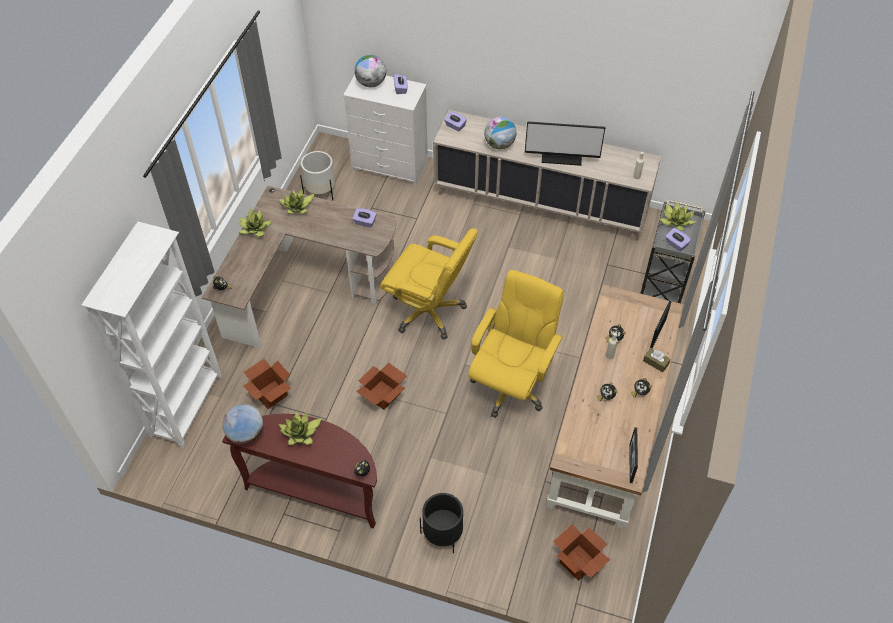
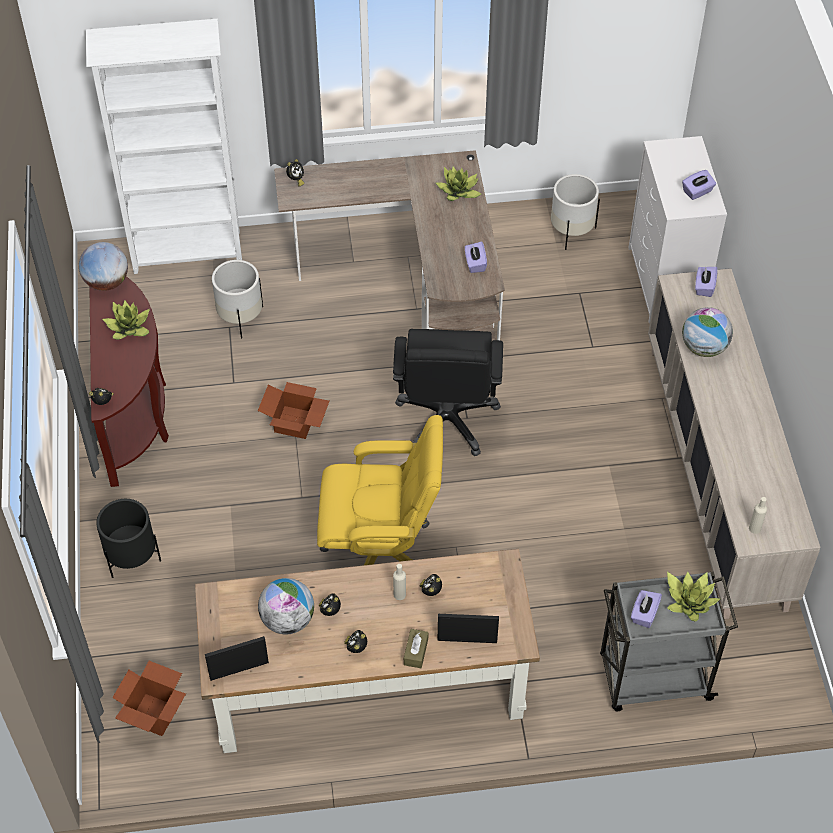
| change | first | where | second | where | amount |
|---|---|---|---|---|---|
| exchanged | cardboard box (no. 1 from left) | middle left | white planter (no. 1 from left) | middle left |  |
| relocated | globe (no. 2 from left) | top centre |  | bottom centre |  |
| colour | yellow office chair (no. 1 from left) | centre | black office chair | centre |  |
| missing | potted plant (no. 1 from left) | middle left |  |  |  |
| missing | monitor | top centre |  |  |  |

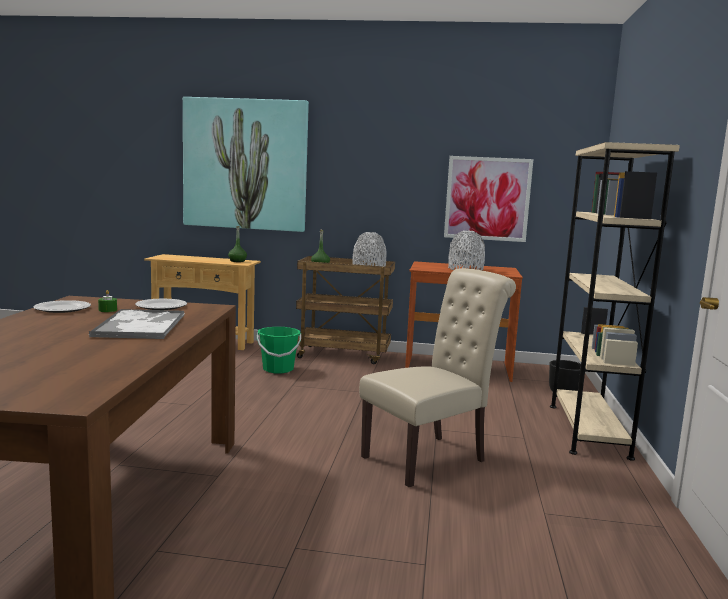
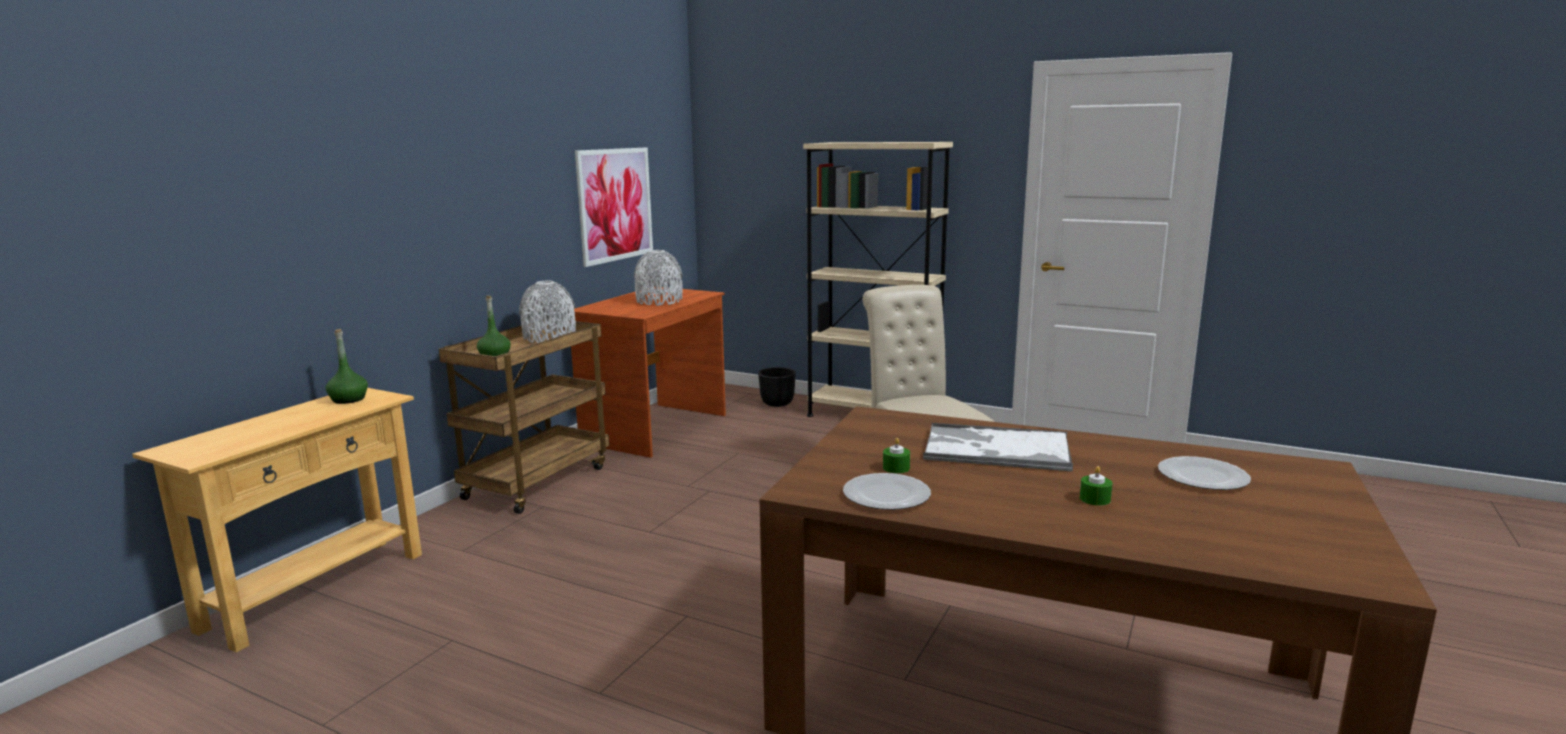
| change | first | where | second | where | amount |
|---|---|---|---|---|---|
| appeared |  |  | green candle (no. 2 from left) | middle right |  |
| relocated | plate (no. 2 from left) | middle left |  | middle right |  |
| missing | picture (no. 1 from left) | top centre |  |  |  |
| missing | green bucket | centre |  |  |  |

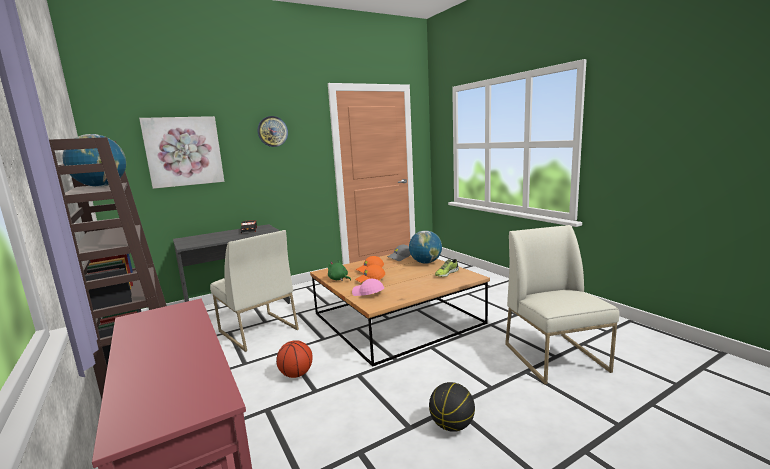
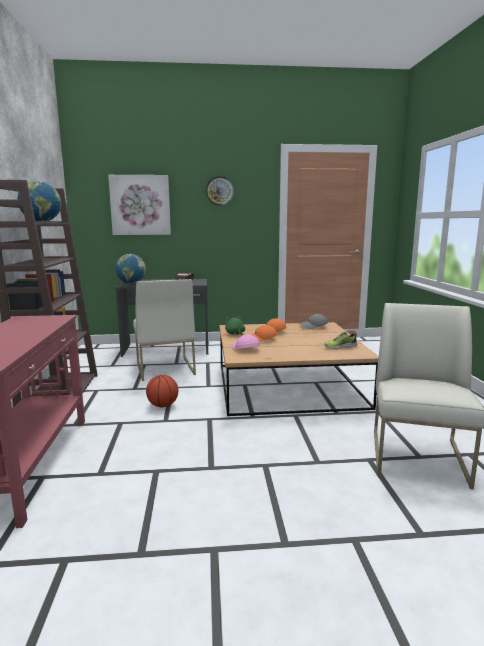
| change | first | where | second | where | amount |
|---|---|---|---|---|---|
| relocated | globe (no. 2 from left) | centre |  | middle left |  |
| missing | basketball (no. 2 from left) | bottom centre |  |  |  |

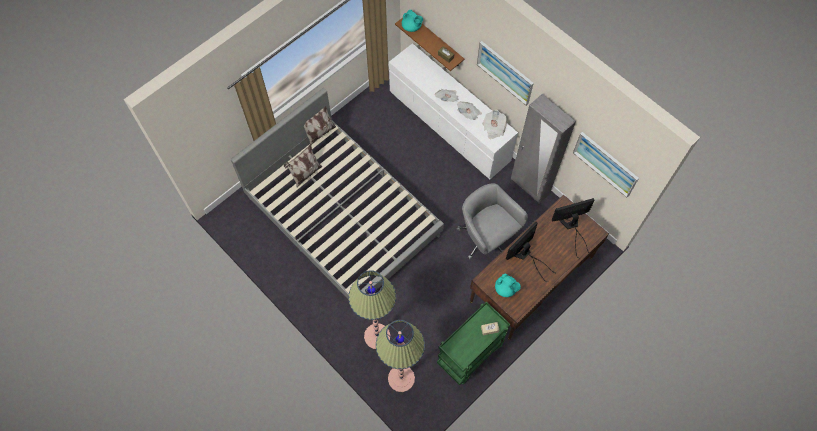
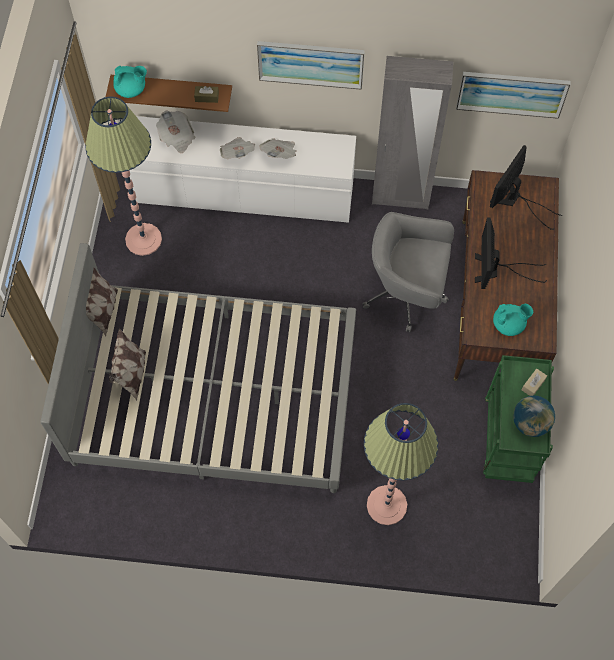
| change | first | where | second | where | amount |
|---|---|---|---|---|---|
| relocated | floor lamp (no. 2 from left in the first image) | bottom centre | floor lamp (no. 1 from left) | top left |  |
| relocated | newspaper (no. 3 from left in the first image) | top centre | newspaper (no. 1 from left) | top left |  |
| appeared |  |  | globe | middle right |  |

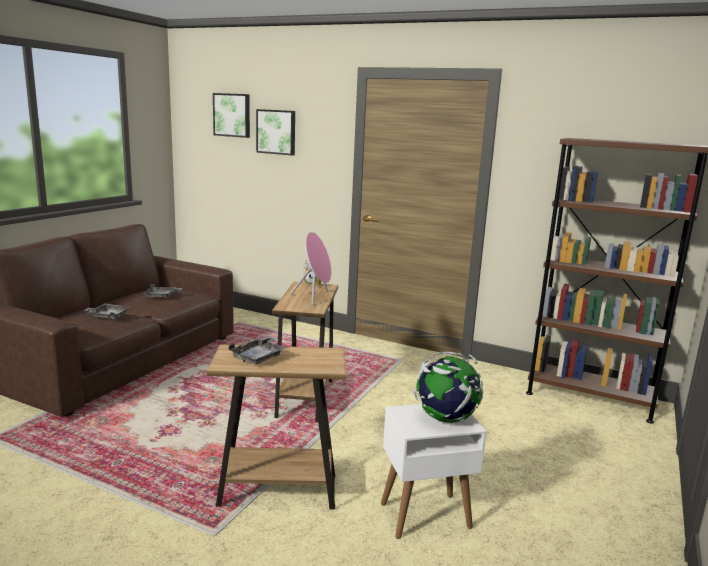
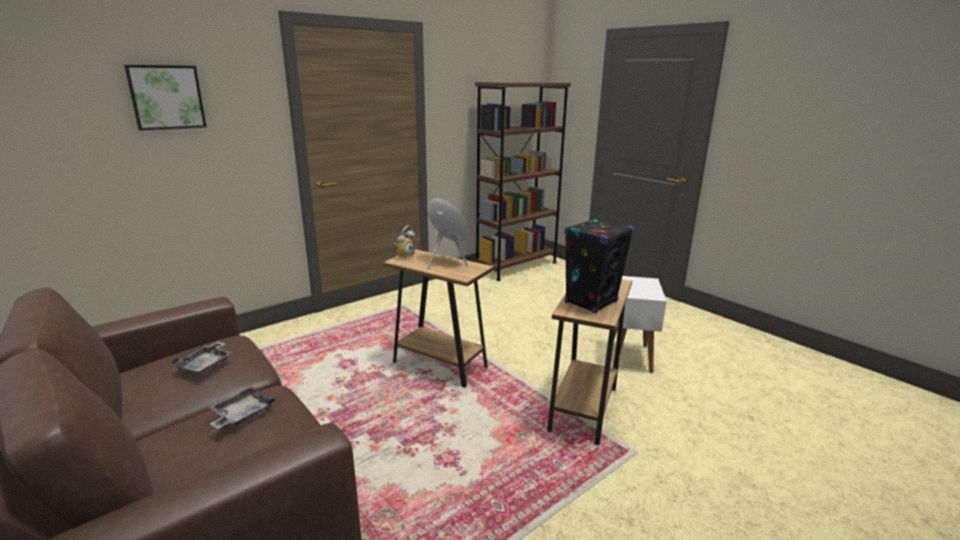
| change | first | where | second | where | amount |
|---|---|---|---|---|---|
| exchanged | grey tray (no. 3 from left) | centre | black speaker | centre |  |
| missing | picture (no. 1 from left) | top left |  |  |  |
| missing | globe | bottom centre |  |  |  |

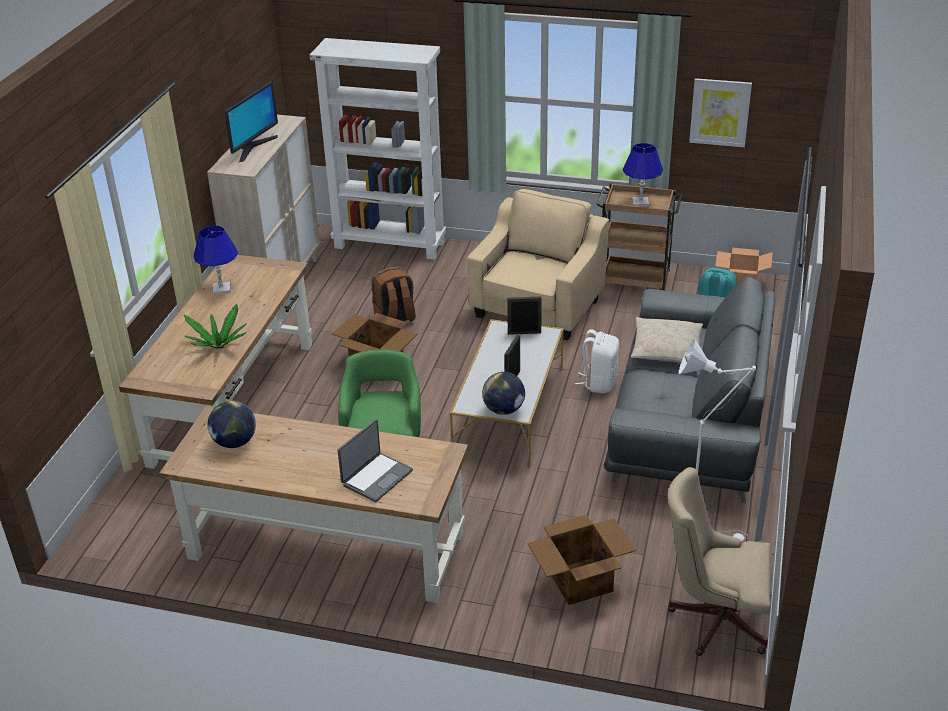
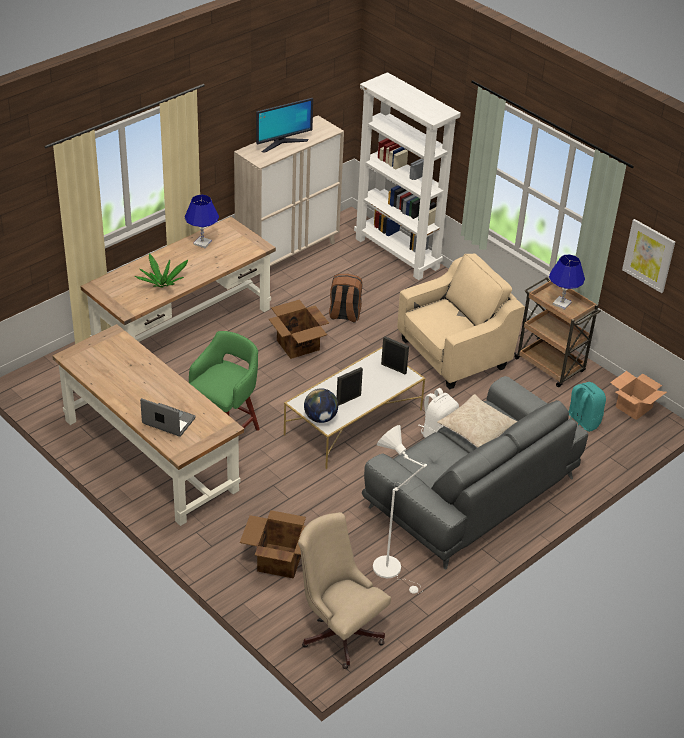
| change | first | where | second | where | amount |
|---|---|---|---|---|---|
| spun | laptop | centre |  | middle left | 135 degrees counterclockwise |
| missing | globe (no. 1 from left) | middle left |  |  |  |

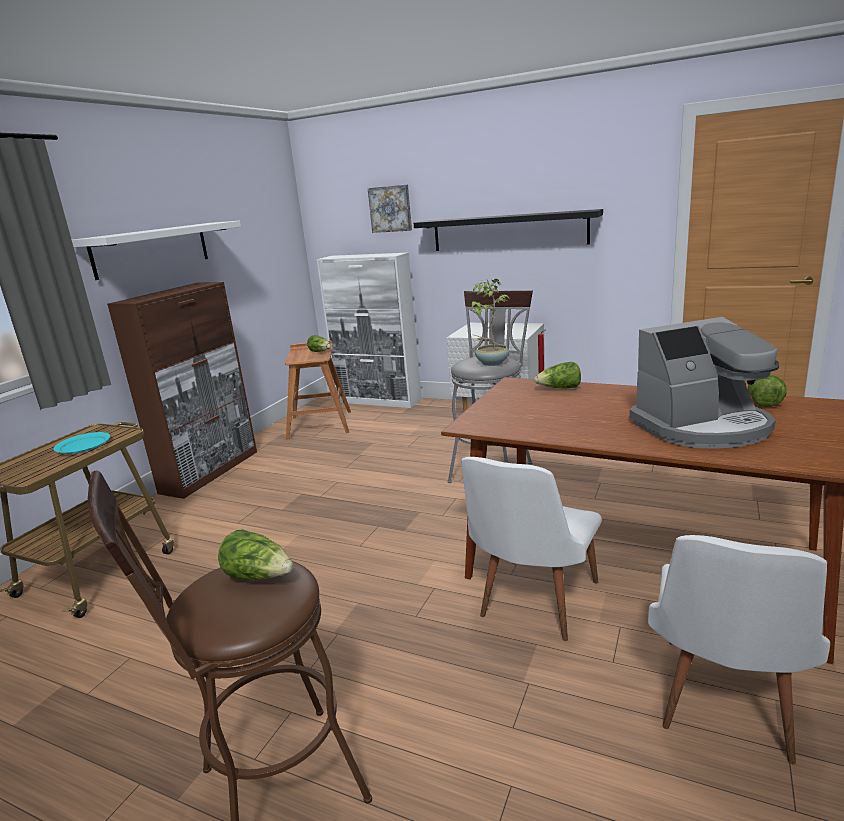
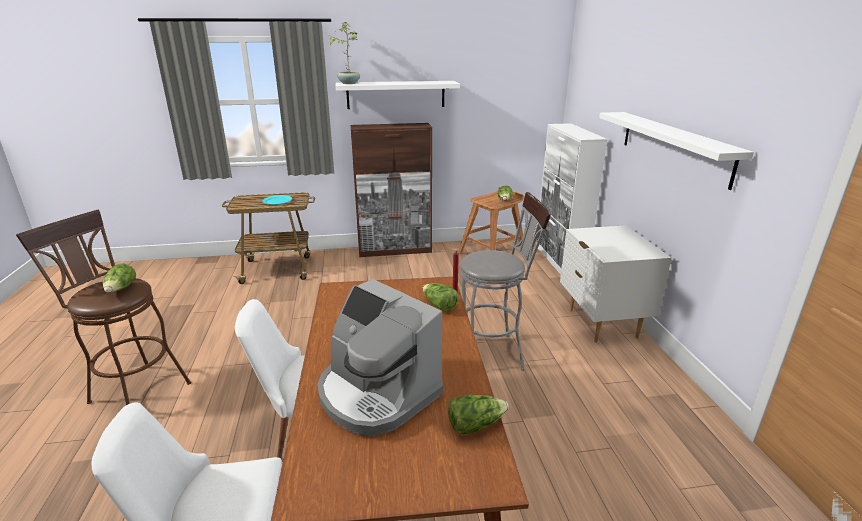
| change | first | where | second | where | amount |
|---|---|---|---|---|---|
| relocated | potted plant | centre |  | top centre |  |
| colour | black shelf | top centre | white shelf (no. 2 from left) | top right |  |
| missing | picture | top centre |  |  |  |

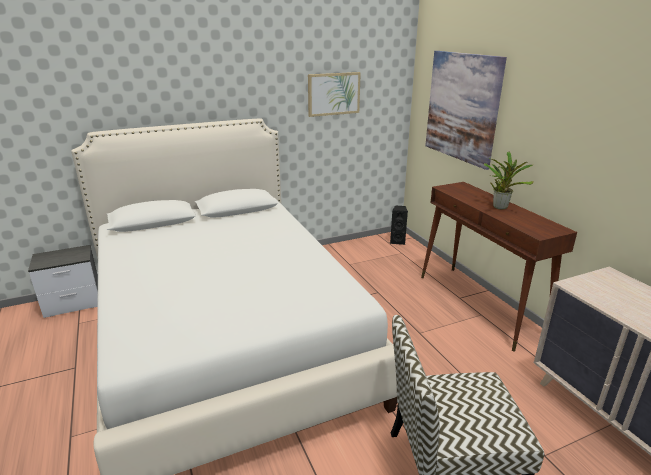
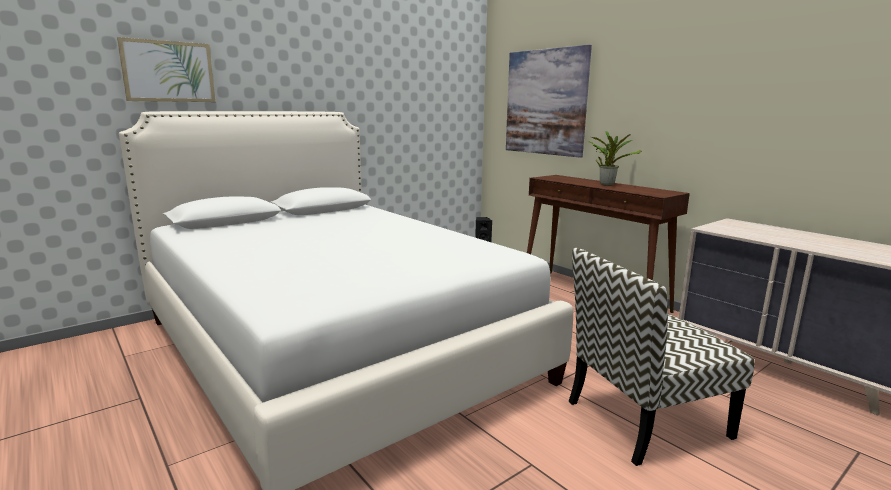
| change | first | where | second | where | amount |
|---|---|---|---|---|---|
| relocated | picture (no. 1 from left) | top centre |  | top left |  |
| missing | nightstand | middle left |  |  |  |

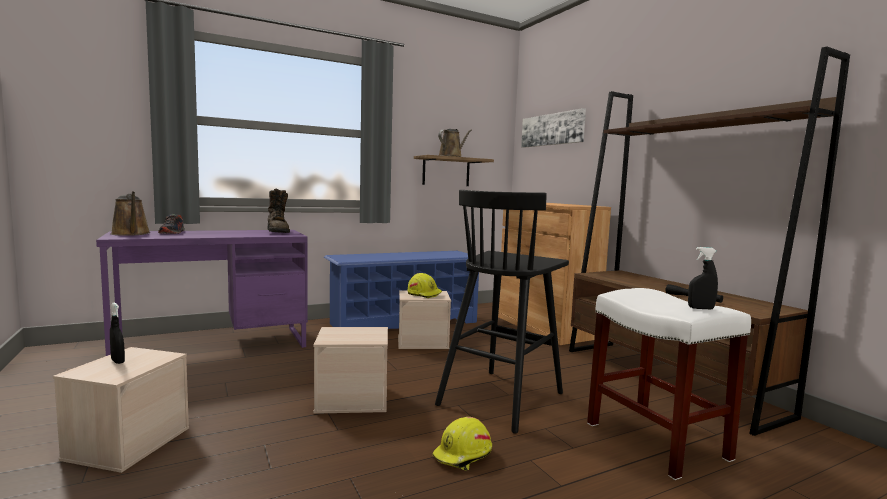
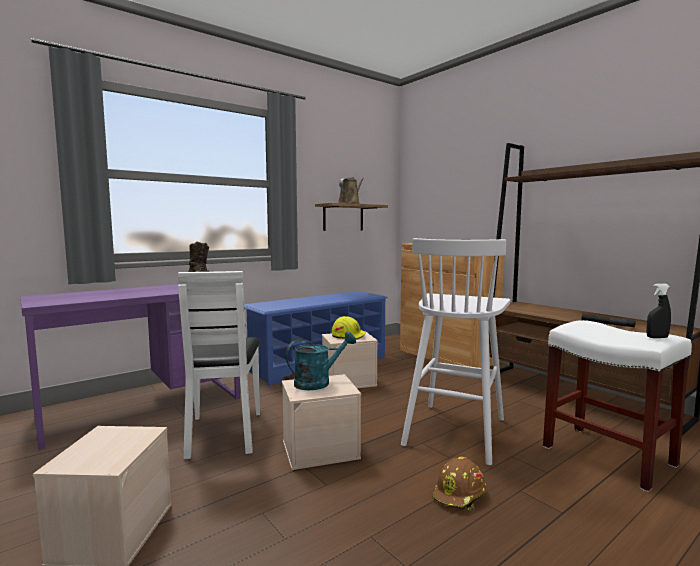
| change | first | where | second | where | amount |
|---|---|---|---|---|---|
| appeared |  |  | white chair | middle left |  |
| appeared |  |  | turquoise watering can | centre |  |
| colour | black stool | centre | white stool (no. 1 from left) | centre |  |
| colour | yellow hard hat (no. 2 from left) | bottom centre | brown hard hat | bottom centre |  |
| missing | brown watering can (no. 1 from left) | middle left |  |  |  |
| missing | black spray bottle (no. 1 from left) | bottom left |  |  |  |
| missing | shoe | middle left |  |  |  |
| missing | picture | top centre |  |  |  |

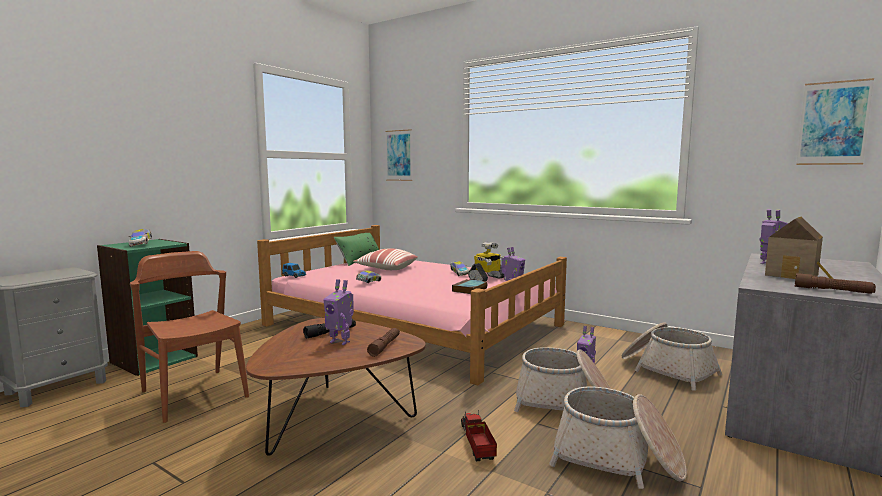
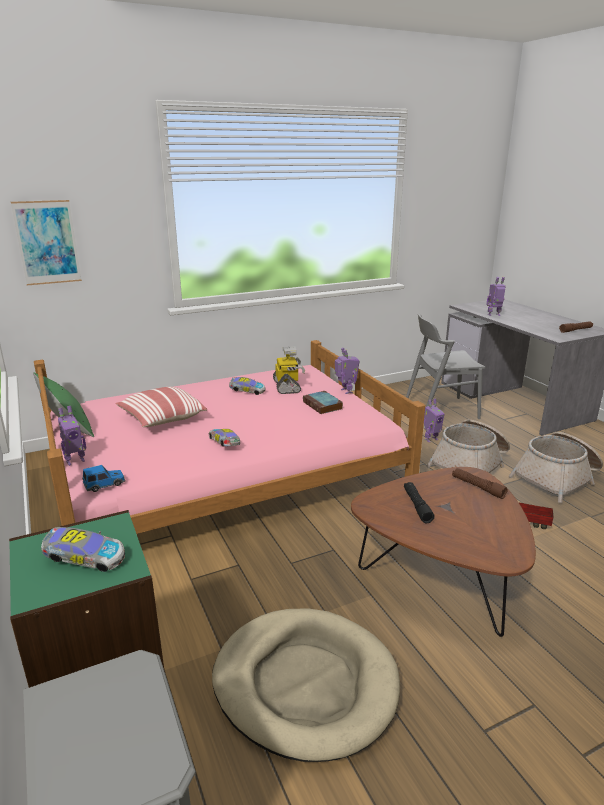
| change | first | where | second | where | amount |
|---|---|---|---|---|---|
| relocated | toy robot (no. 1 from left) | centre |  | middle left |  |
| exchanged | brown chair | bottom left | beige dog bed | bottom centre |  |
| exchanged | basket (no. 3 from left) | bottom right | grey chair | middle right |  |
| missing | toy house | middle right |  |  |  |
| missing | picture (no. 2 from left) | top right |  |  |  |

